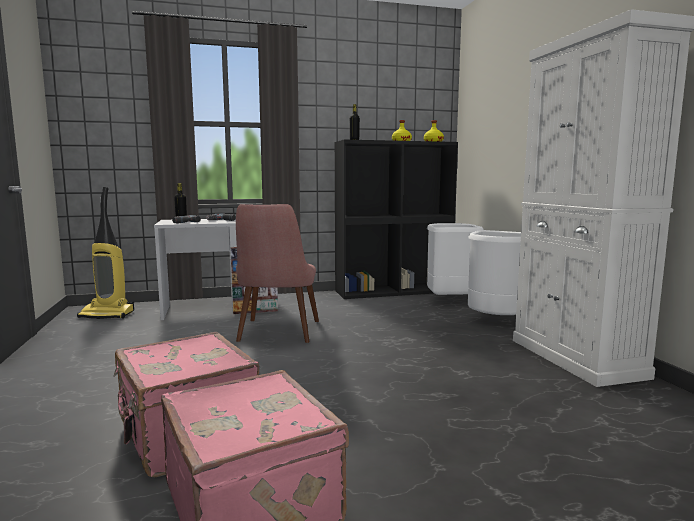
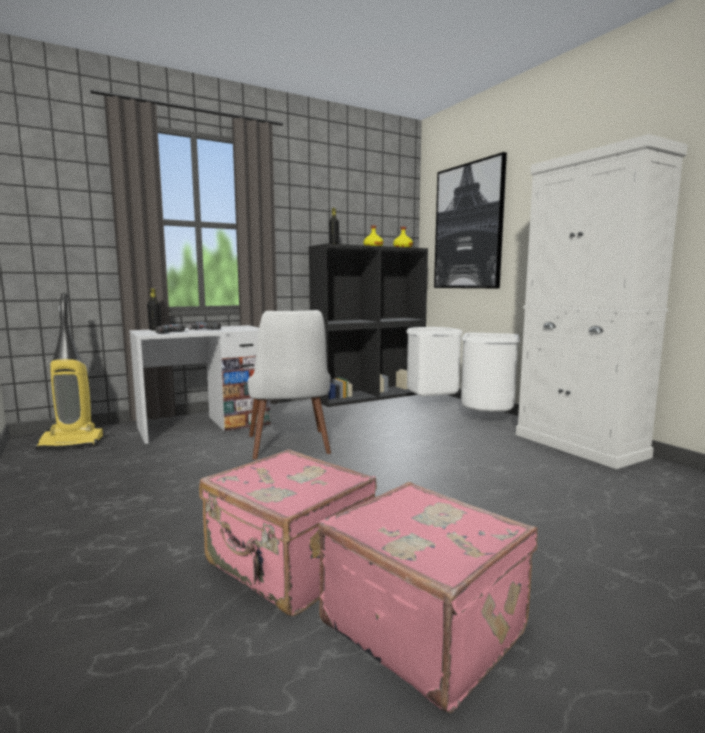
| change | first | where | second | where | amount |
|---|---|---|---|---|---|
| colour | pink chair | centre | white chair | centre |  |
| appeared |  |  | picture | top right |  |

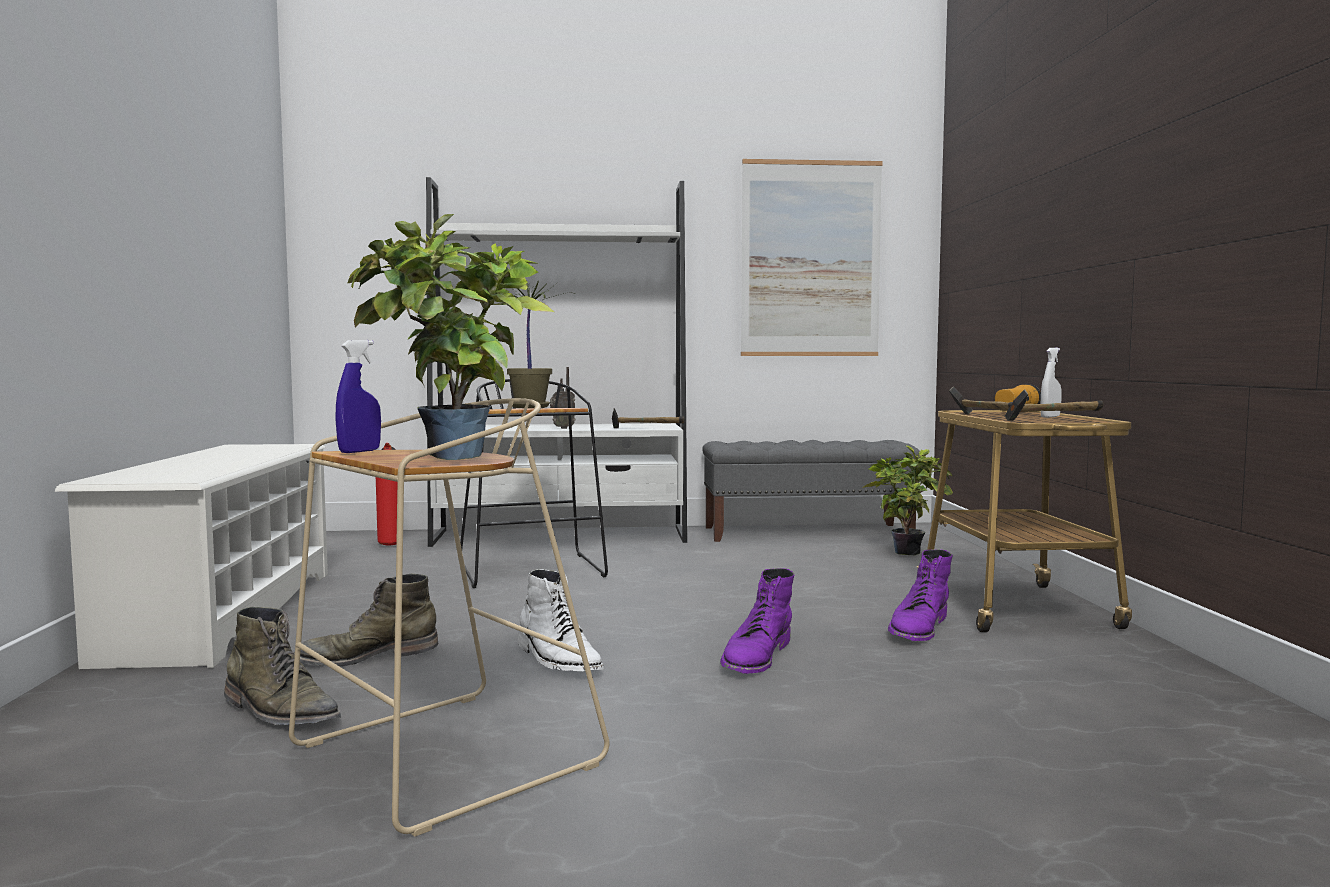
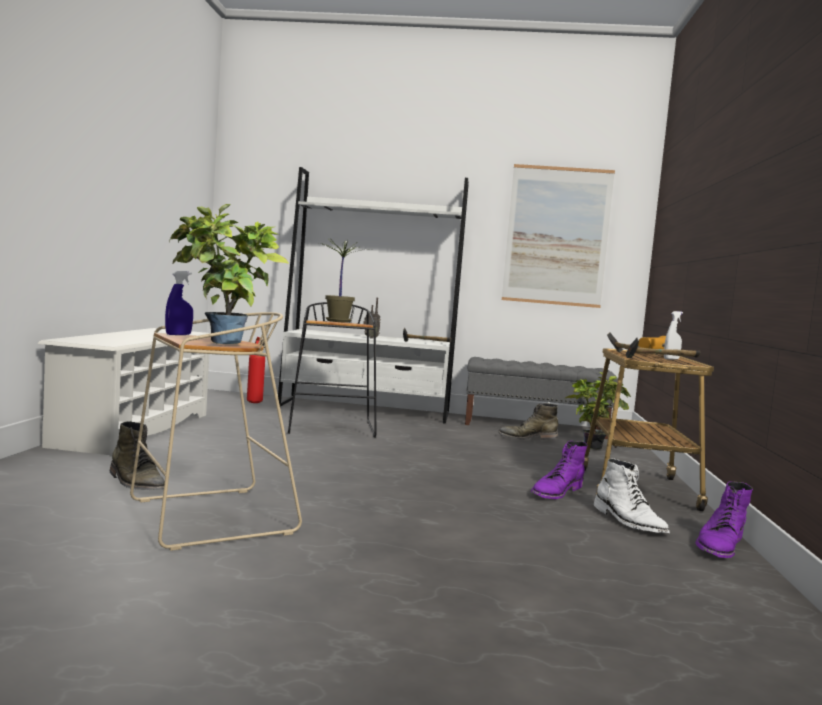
| change | first | where | second | where | amount |
|---|---|---|---|---|---|
| relocated | green boot (no. 2 from left) | bottom left |  | centre |  |
| relocated | white boot | bottom centre |  | bottom right |  |
| relocated | purple boot (no. 1 from left in the first image) | bottom centre | purple boot (no. 2 from left) | bottom right |  |

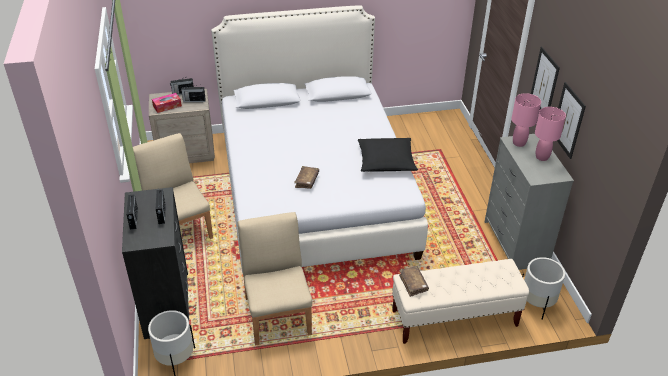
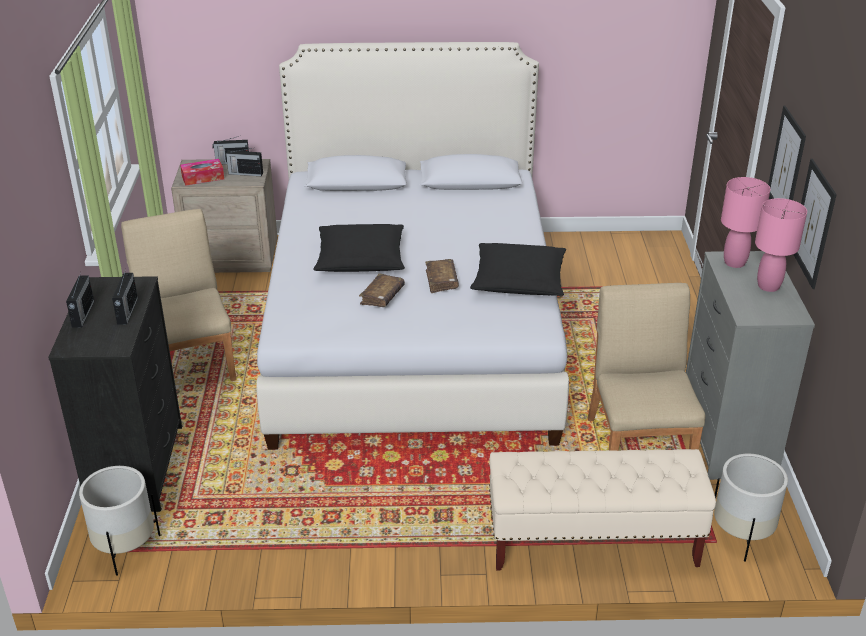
| change | first | where | second | where | amount |
|---|---|---|---|---|---|
| appeared |  |  | black pillow (no. 1 from left) | centre |  |
| relocated | brown book (no. 2 from left) | bottom centre |  | centre |  |
| relocated | beige chair (no. 2 from left) | bottom centre |  | middle right |  |

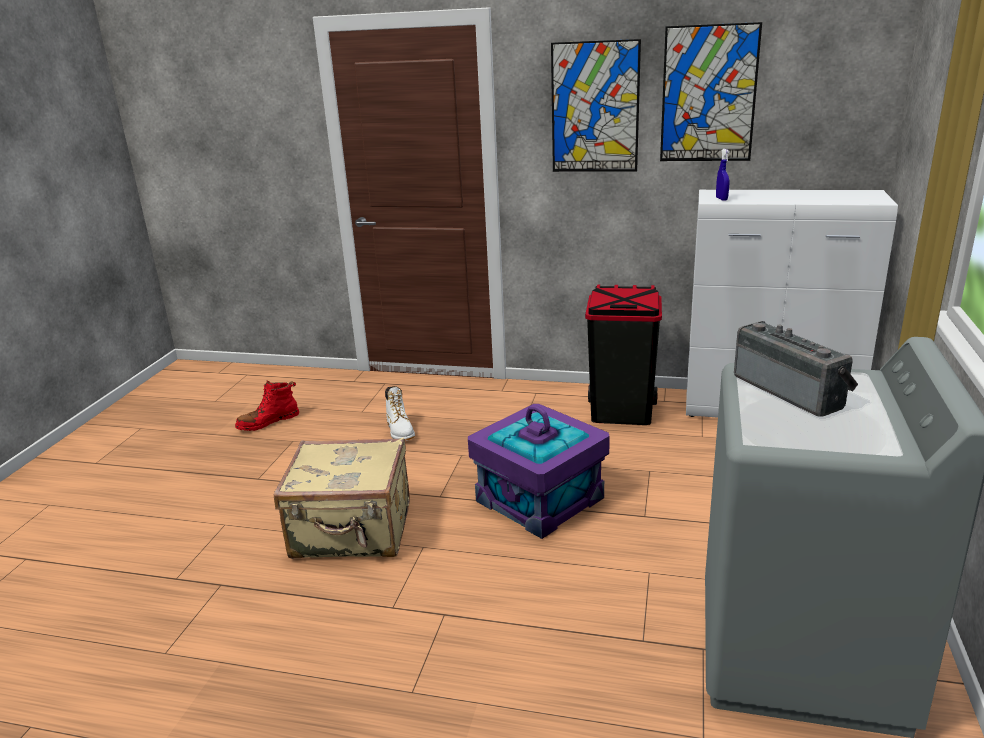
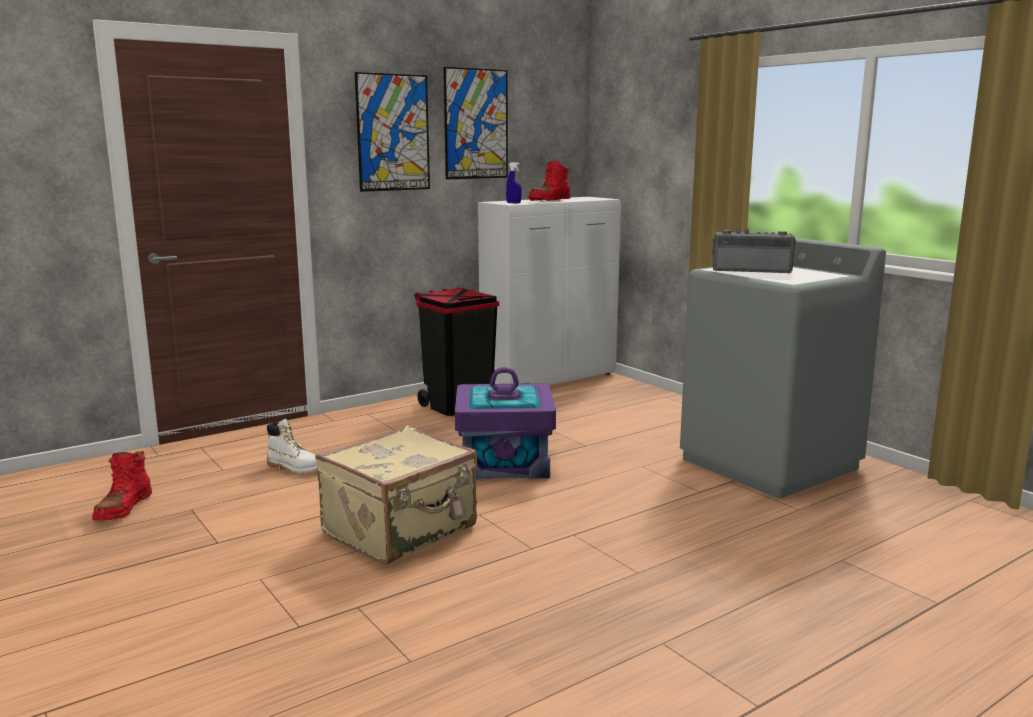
| change | first | where | second | where | amount |
|---|---|---|---|---|---|
| appeared |  |  | red boot (no. 2 from left) | top centre |  |

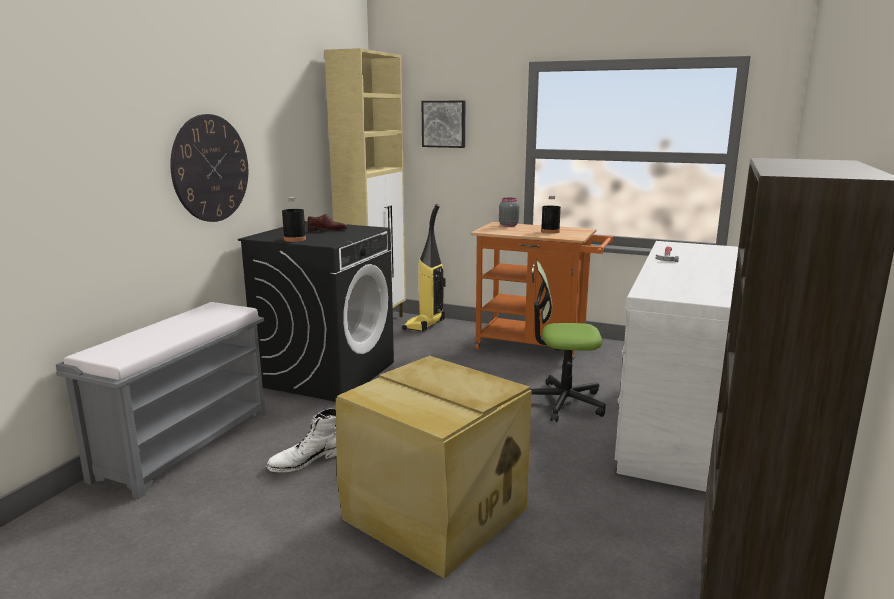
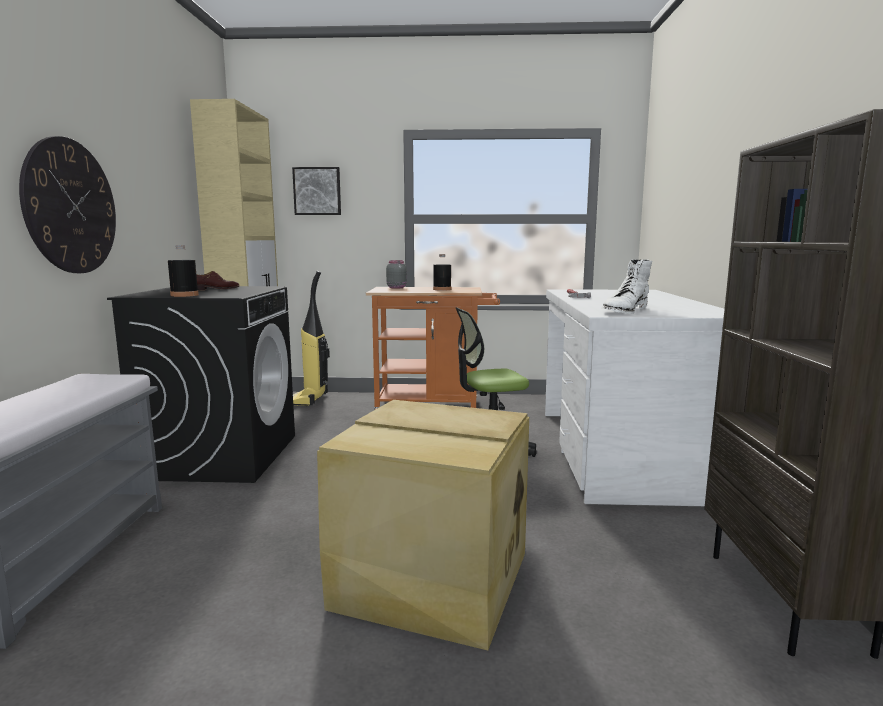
| change | first | where | second | where | amount |
|---|---|---|---|---|---|
| relocated | white boot | bottom centre |  | middle right |  |

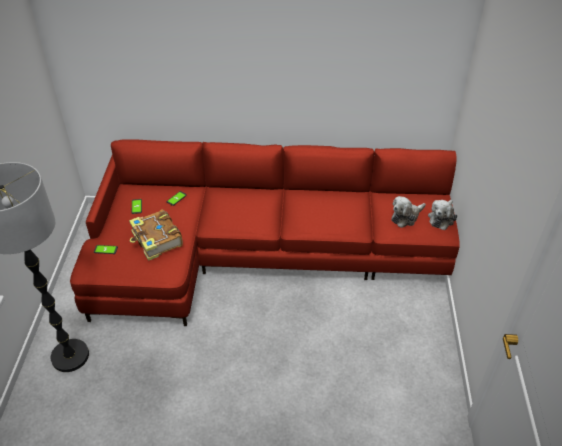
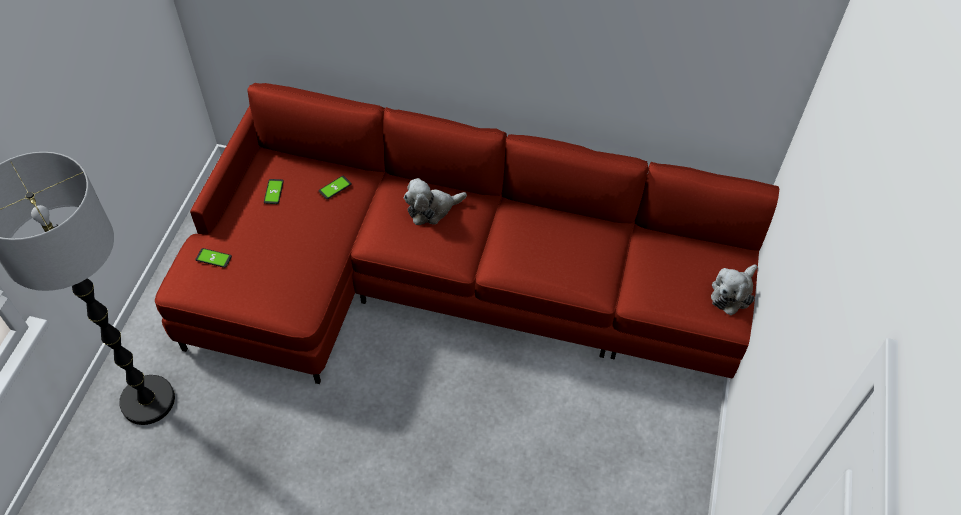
| change | first | where | second | where | amount |
|---|---|---|---|---|---|
| relocated | plush toy (no. 1 from left) | middle right |  | centre |  |
| missing | book | middle left |  |  |  |

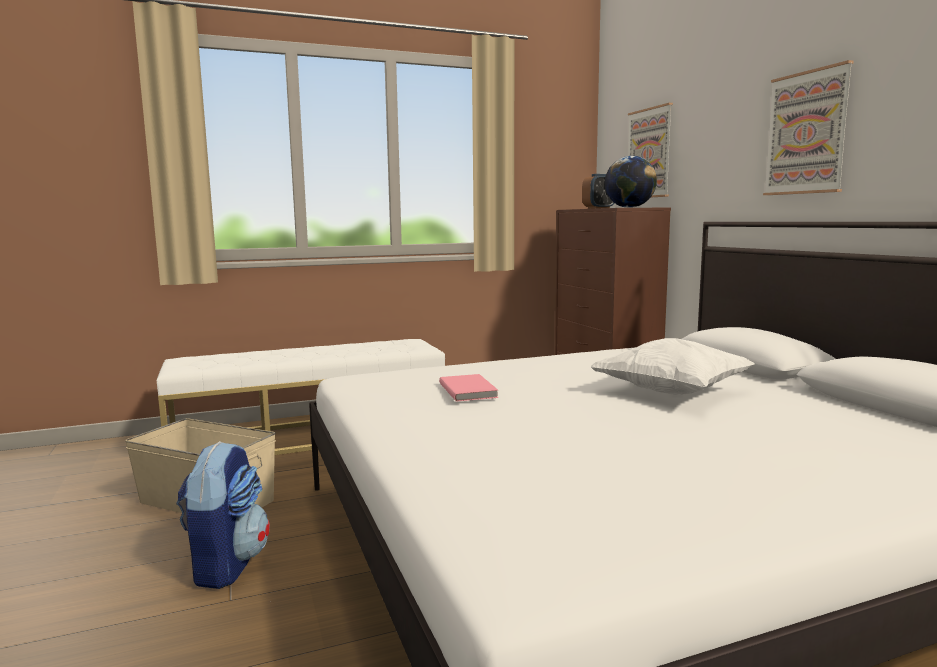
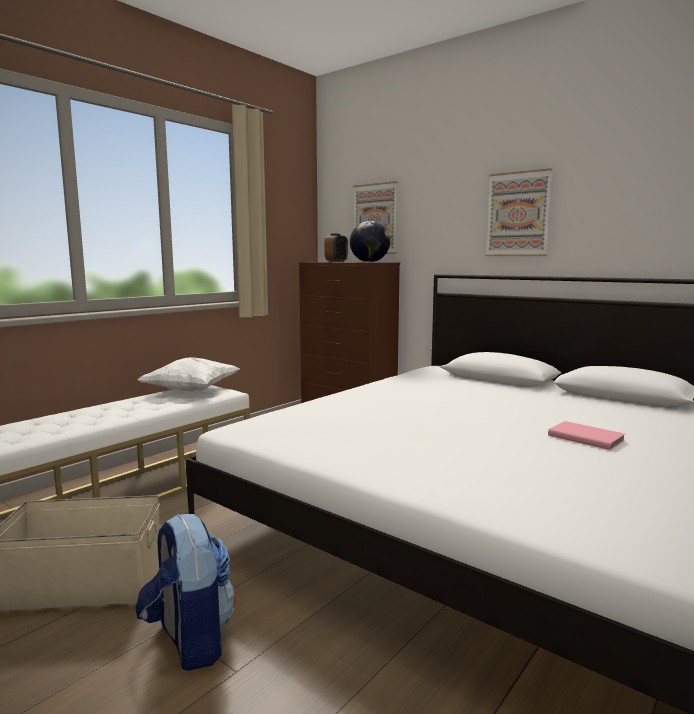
| change | first | where | second | where | amount |
|---|---|---|---|---|---|
| relocated | white pillow | middle right |  | middle left |  |
| relocated | pink book | centre |  | middle right |  |

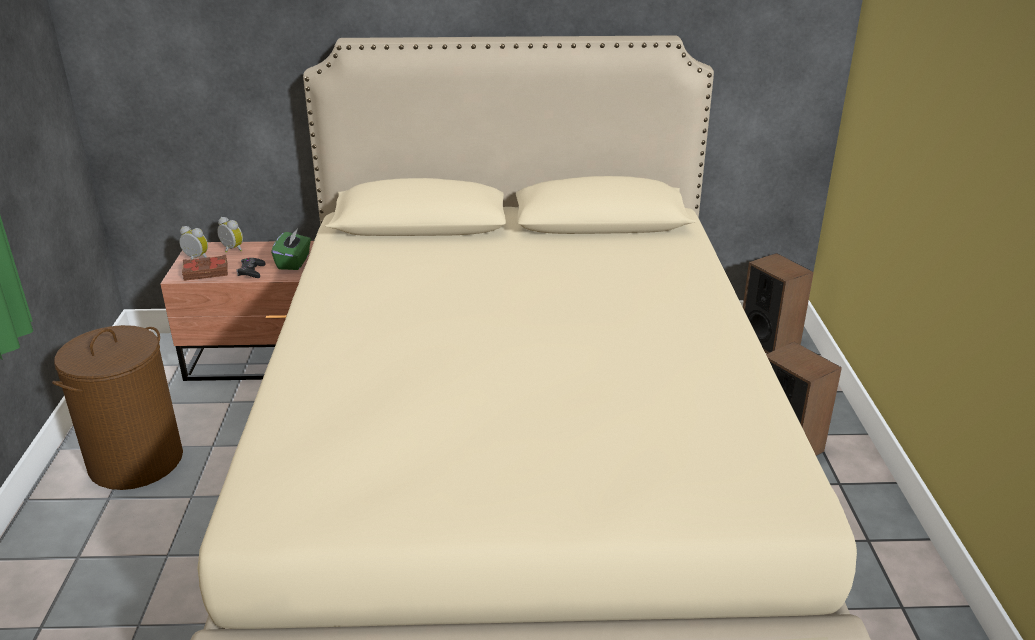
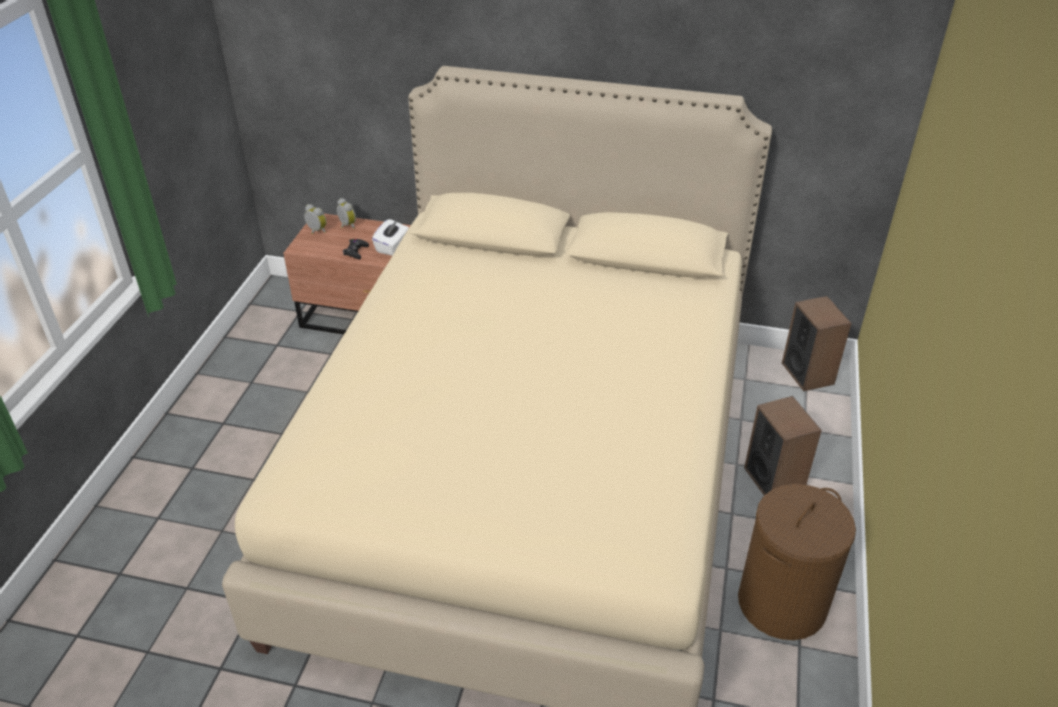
| change | first | where | second | where | amount |
|---|---|---|---|---|---|
| colour | green tissue box | middle left | white tissue box | centre |  |
| relocated | brown laundry basket | middle left |  | bottom right |  |
| missing | brown book | middle left |  |  |  |

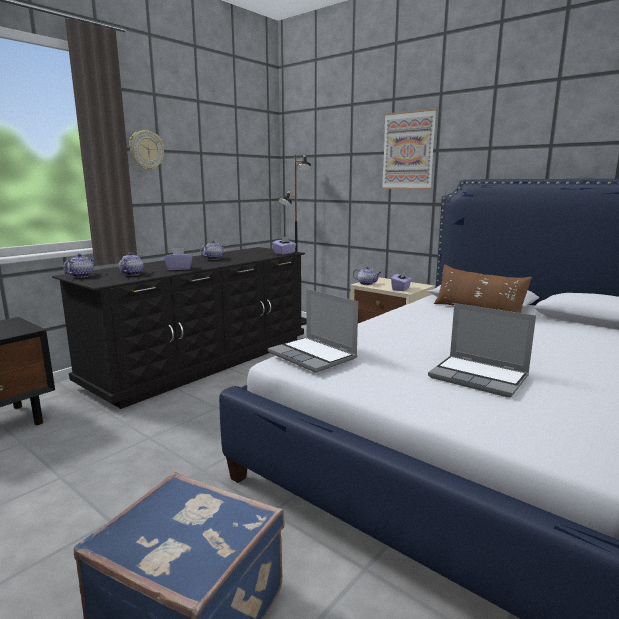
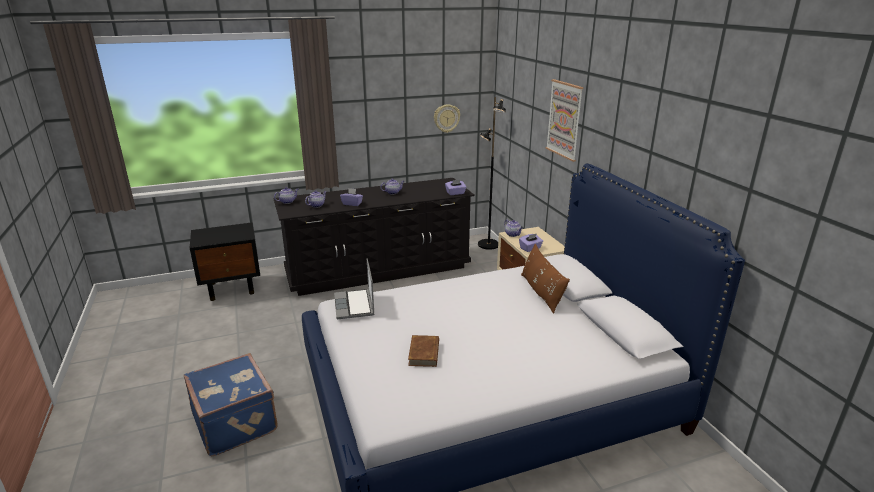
| change | first | where | second | where | amount |
|---|---|---|---|---|---|
| exchanged | laptop (no. 2 from left) | middle right | brown book | bottom centre |  |
| relocated | wall clock | top left |  | top centre |  |

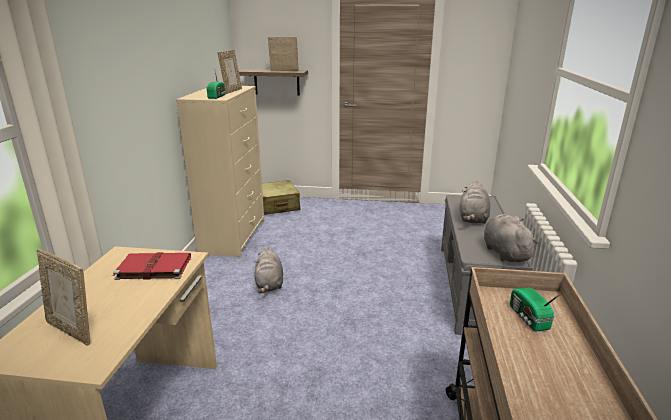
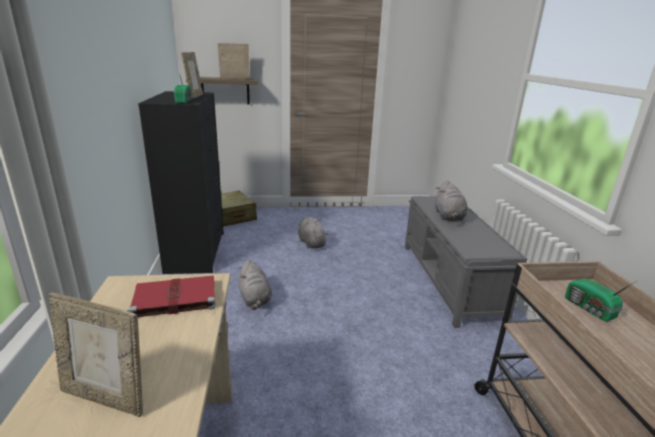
| change | first | where | second | where | amount |
|---|---|---|---|---|---|
| colour | beige dresser | middle left | black dresser | middle left |  |
| relocated | grey plush toy (no. 3 from left in the first image) | middle right | grey plush toy (no. 2 from left) | centre |  |

